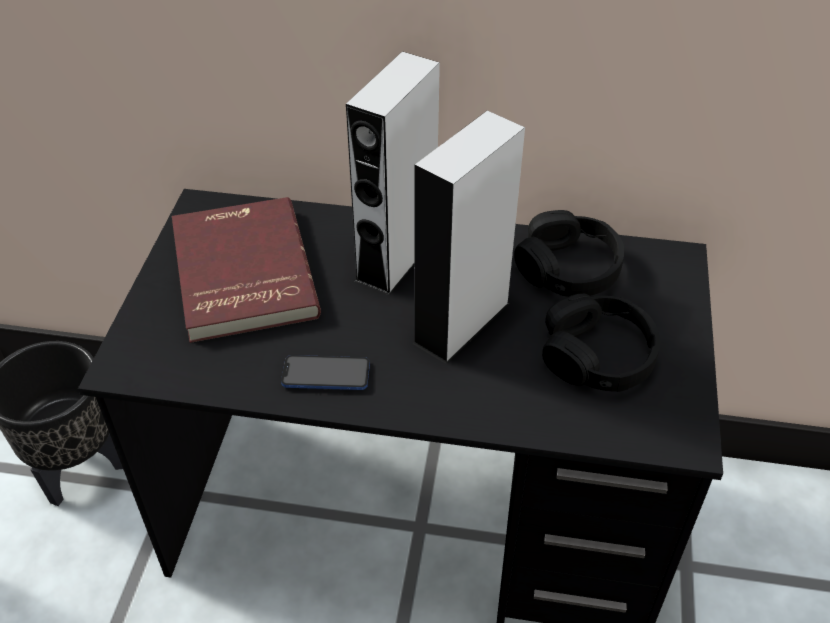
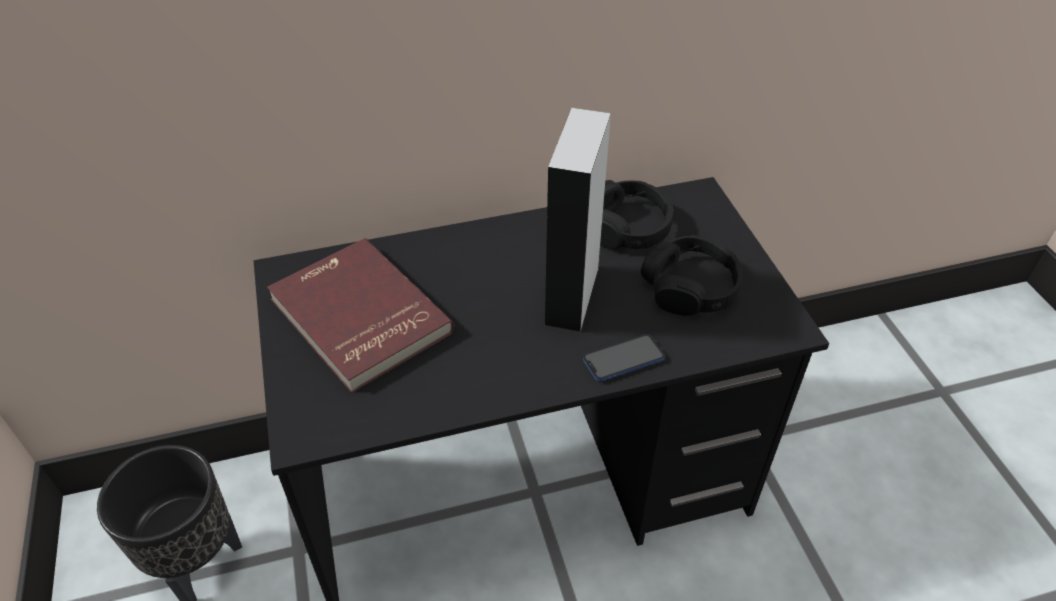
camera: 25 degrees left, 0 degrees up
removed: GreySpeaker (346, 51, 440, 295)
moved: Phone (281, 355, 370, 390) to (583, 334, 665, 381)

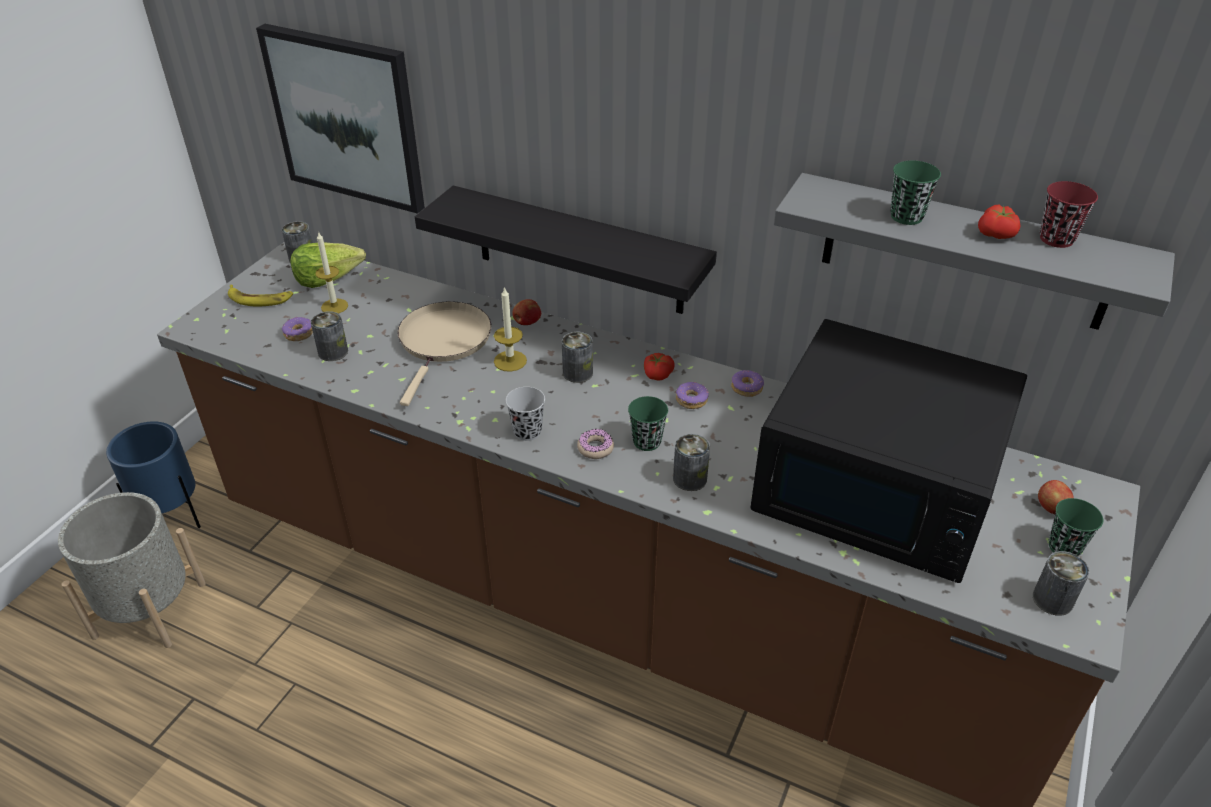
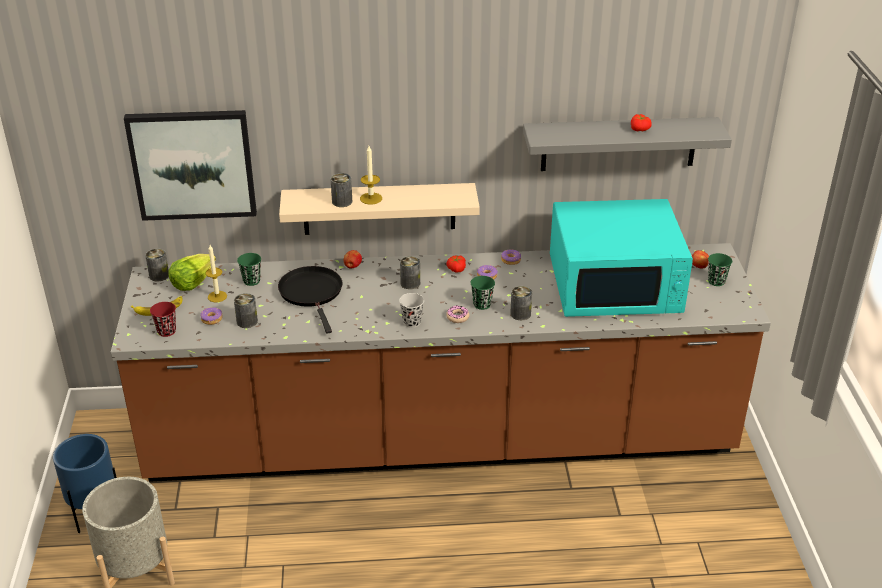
camera: 30 degrees left, 5 degrees down
moved: Candle (494, 287, 527, 372) to (360, 146, 382, 205); GreenCup (891, 160, 941, 225) to (237, 253, 261, 286); Can (1033, 551, 1090, 616) to (331, 173, 352, 207); RedCup (1040, 181, 1098, 248) to (150, 302, 176, 337)
recoloured: BeigeFryingPan (398, 301, 491, 406) to BlackFryingPan (278, 266, 342, 334); BlackShelf (415, 185, 717, 314) to BeigeShelf (279, 183, 480, 235); BlackMicrowave (750, 319, 1027, 583) to TurquoiseMicrowave (550, 199, 693, 317)

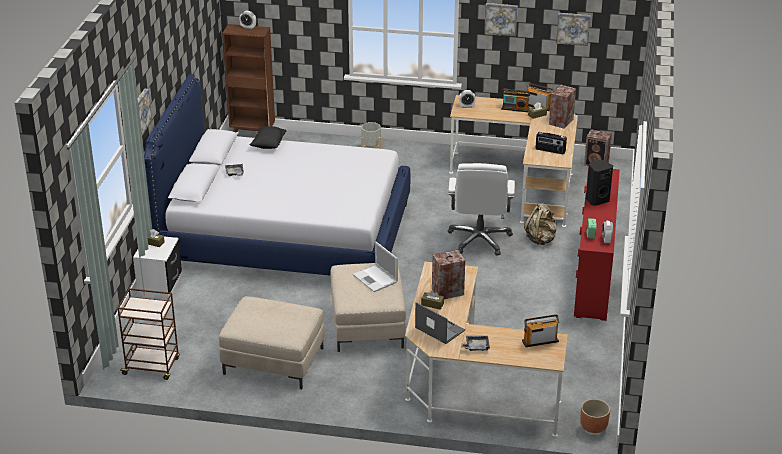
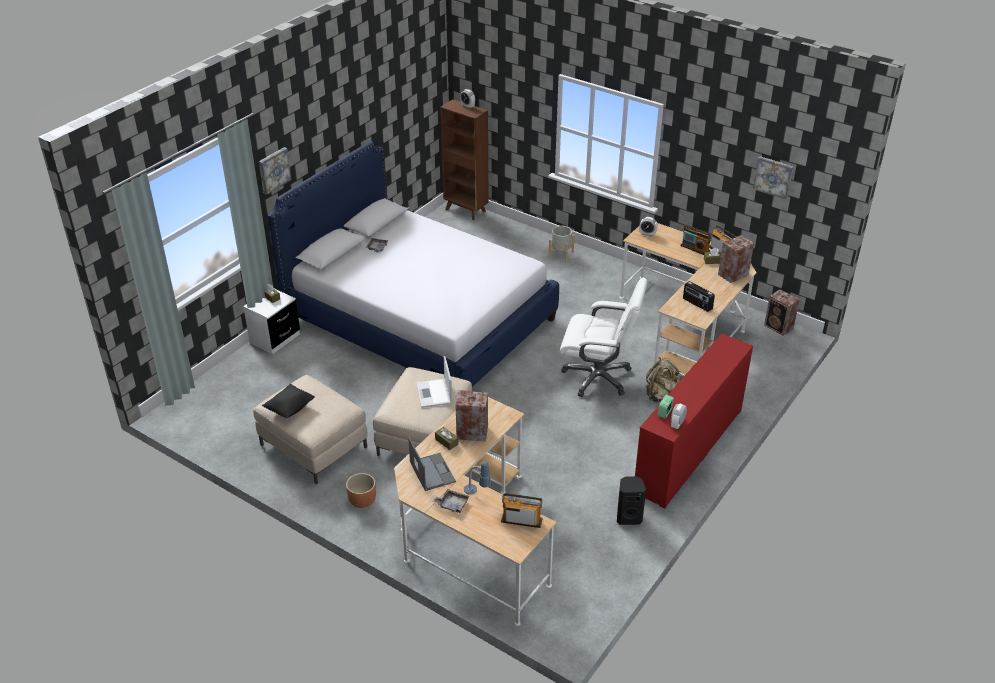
camera: 25 degrees right, 5 degrees up
removed: BrownCart (117, 288, 180, 380); Picture (484, 3, 518, 36)
added: TableLamp (464, 461, 491, 494)
moved: BlackPillow (250, 126, 287, 149) to (262, 384, 315, 418); BrownPlanter (580, 399, 610, 433) to (346, 473, 376, 508); BlackSpeaker (586, 160, 613, 206) to (617, 476, 646, 525)
turned: WhiteOfficeChair (448, 163, 515, 256) = (560, 278, 648, 397) 105 degrees counterclockwise

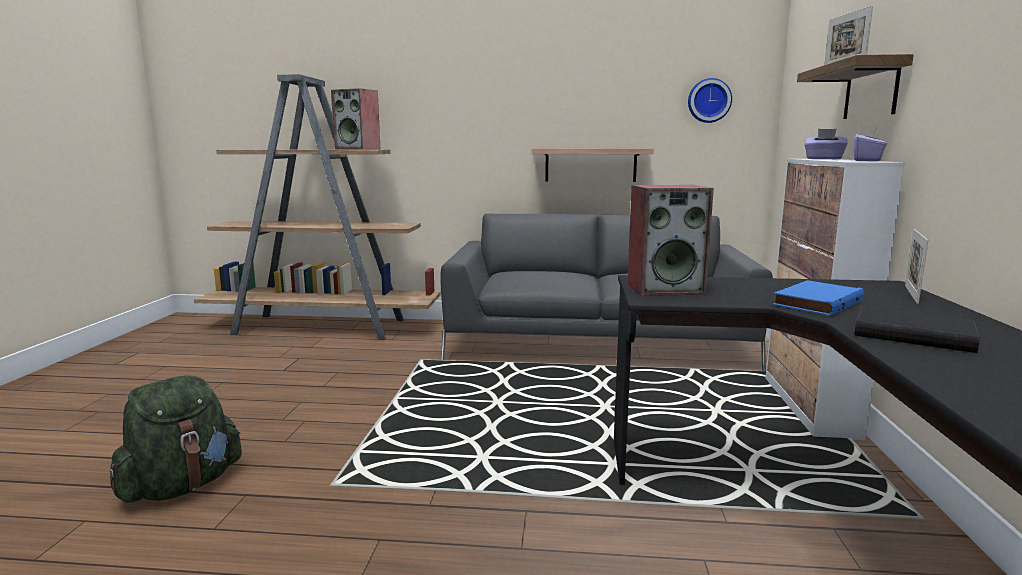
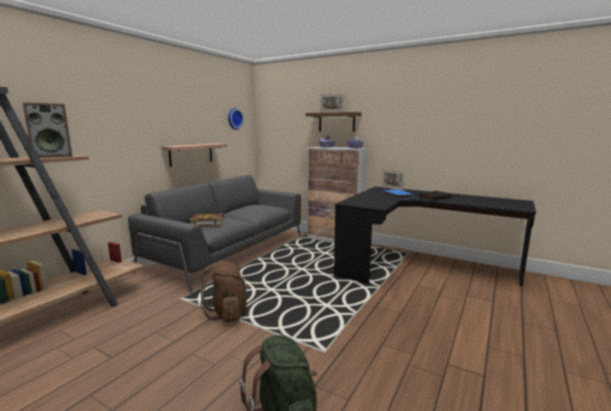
camera: 65 degrees left, 0 degrees up
removed: Speaker (627, 185, 714, 296)
added: Book (190, 213, 224, 226); BrownBackpack (200, 262, 251, 322)

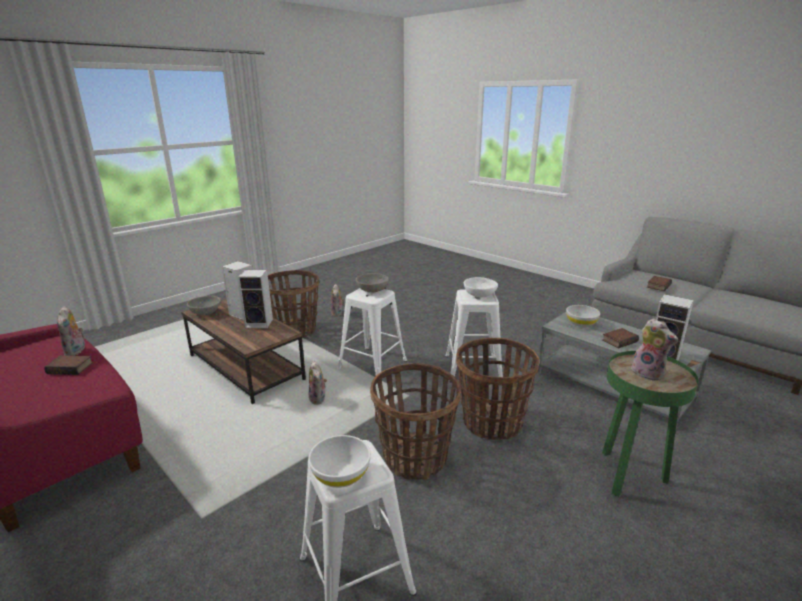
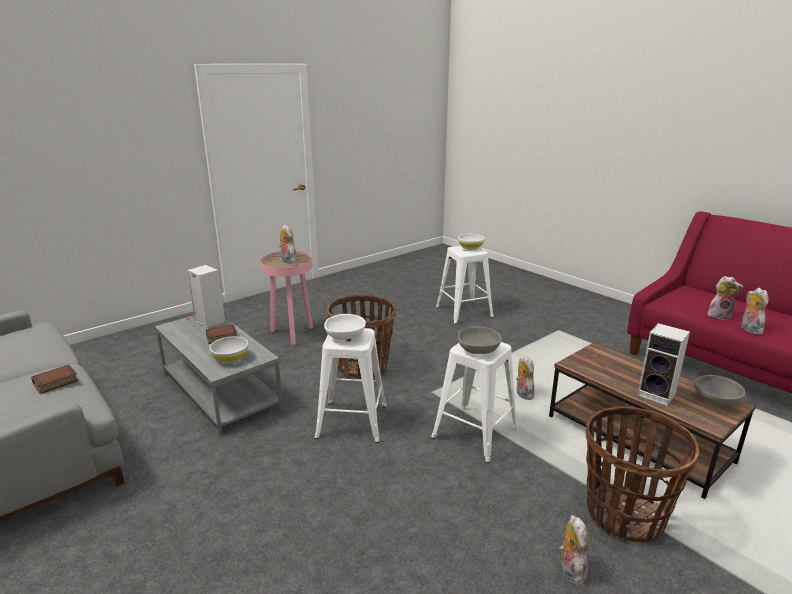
camera: 175 degrees left, 0 degrees up
removed: Speaker (238, 270, 273, 328); Basket (370, 363, 461, 480)
replaced: Book (44, 355, 93, 375) to PlushToy (708, 276, 744, 320)
recoloured: GreenSideTable (602, 351, 699, 497) to PinkSideTable (260, 251, 313, 345)

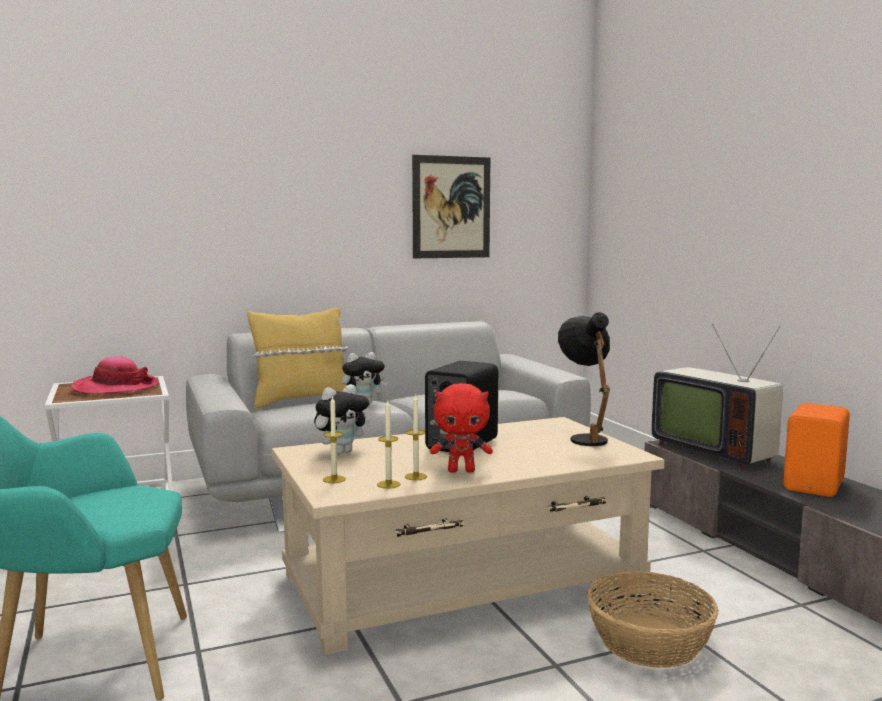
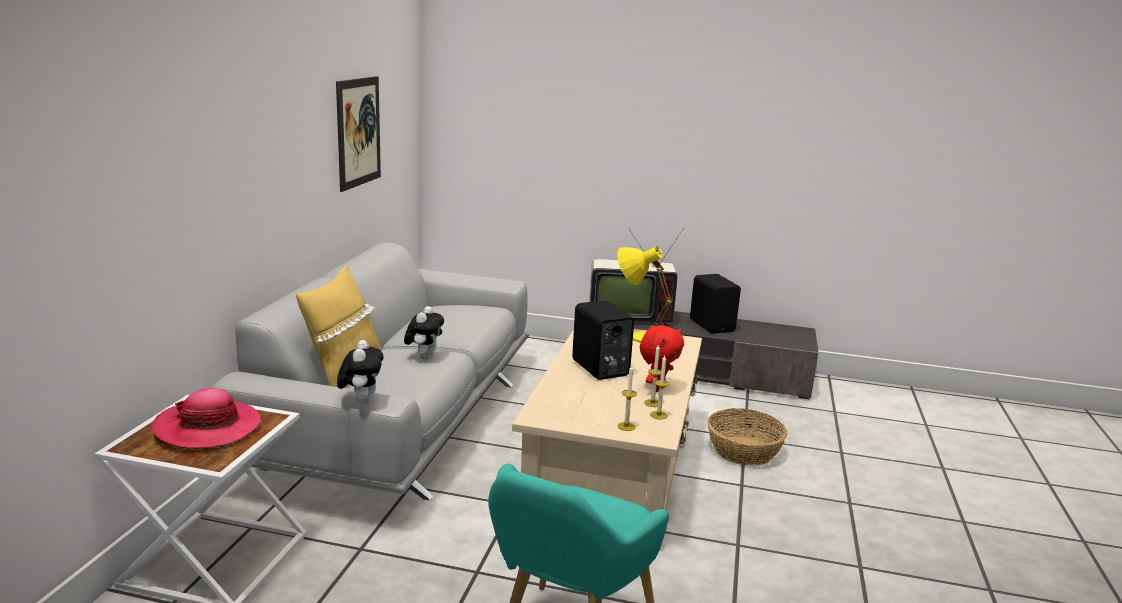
camera: 55 degrees left, 10 degrees up
moved: PlushToy (314, 384, 370, 454) to (337, 340, 384, 404)
recoloured: BlackTableLamp (558, 312, 610, 446) to YellowTableLamp (617, 246, 673, 343); OrangeSpeaker (783, 403, 850, 497) to BlackSpeaker (690, 274, 741, 334)

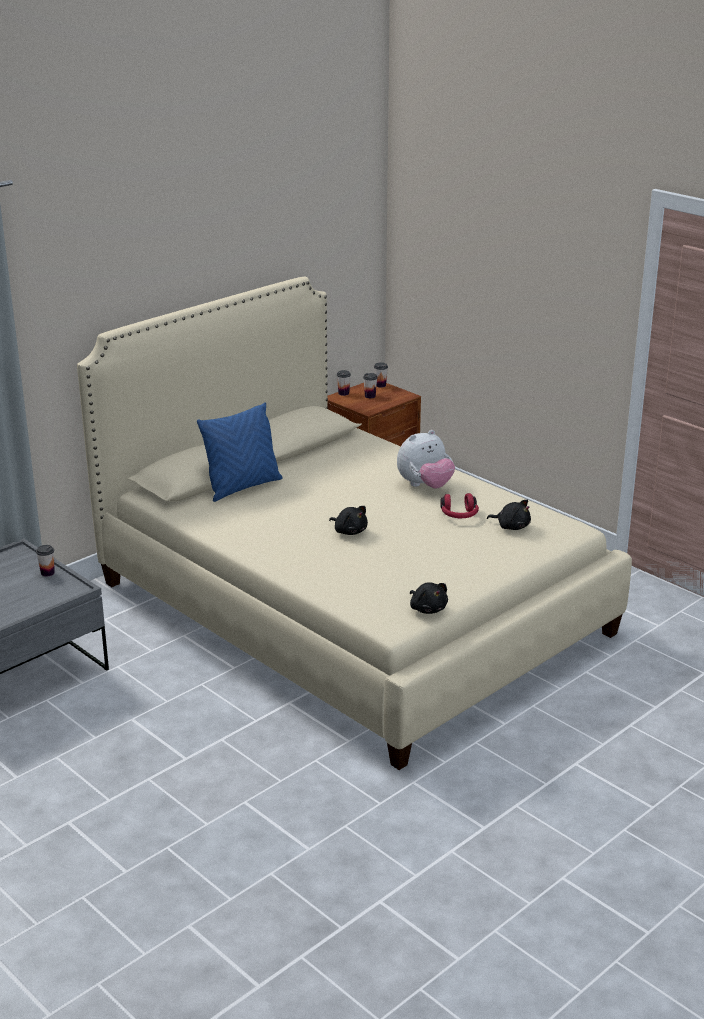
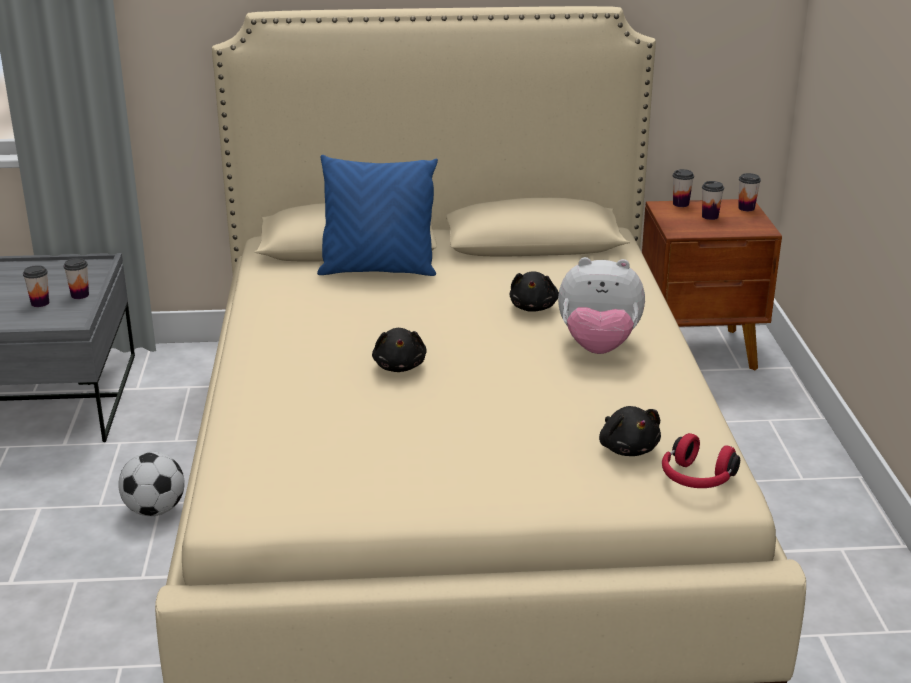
camera: 40 degrees right, 0 degrees up
added: Cup (23, 265, 49, 307); Football (118, 452, 185, 516)
moved: BlackPlushToy (410, 582, 448, 614) to (509, 271, 559, 312); RedHeadphones (440, 493, 479, 518) to (662, 433, 740, 488)

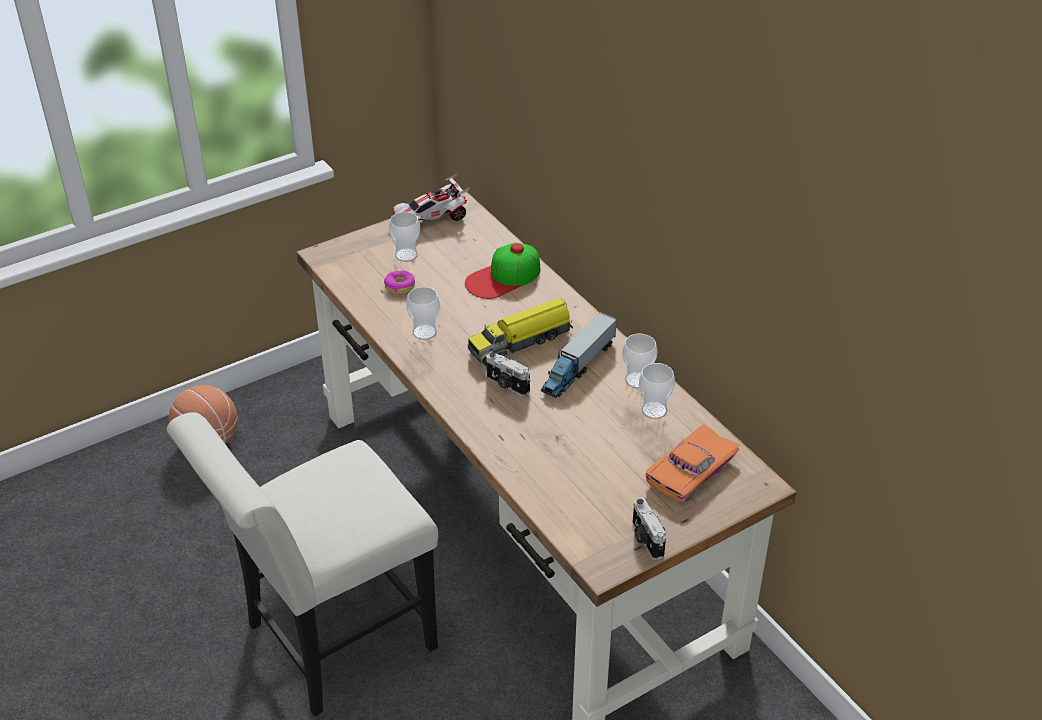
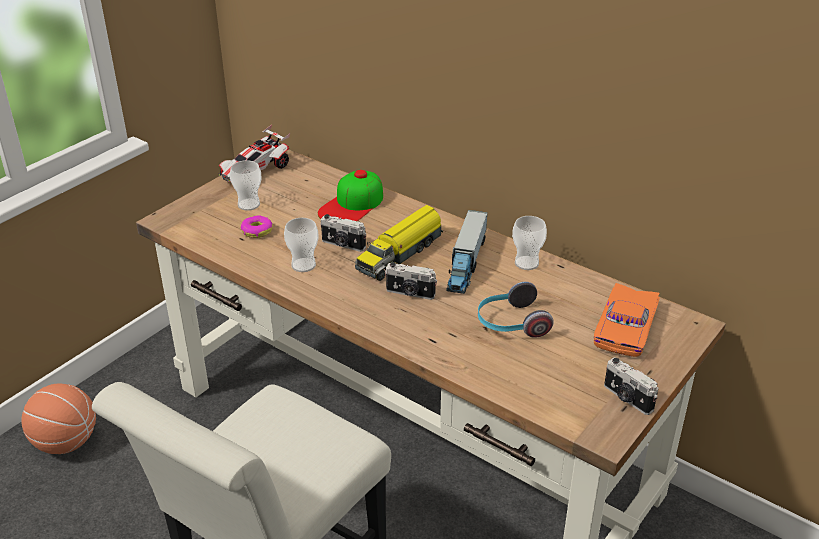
camera: 20 degrees left, 5 degrees down
removed: Cup (639, 363, 675, 419)
added: PhotoCamera (320, 214, 366, 252); Headphones (478, 282, 554, 338)

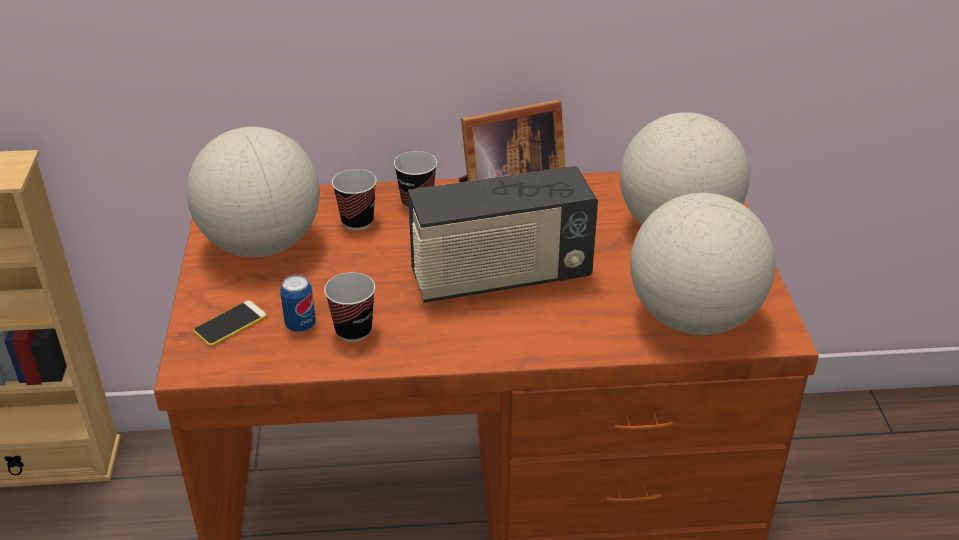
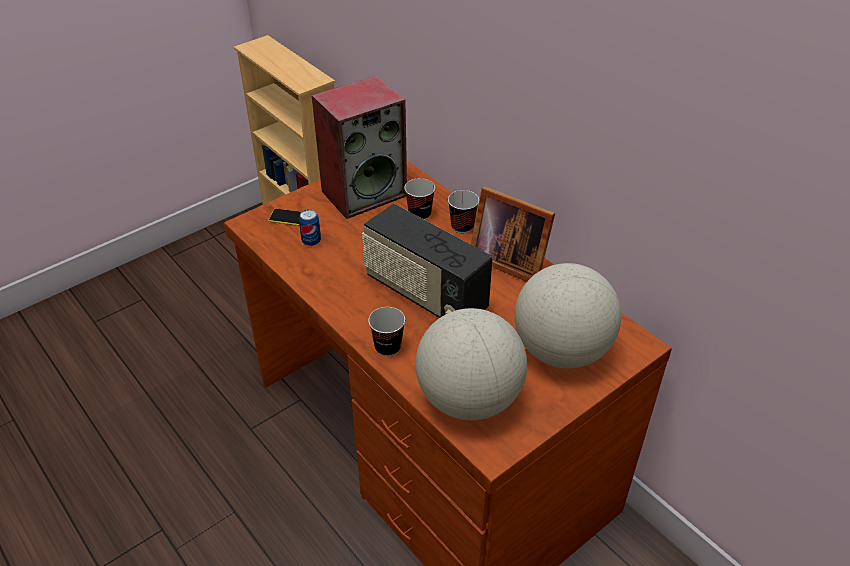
camera: 55 degrees right, 5 degrees up
moved: Cup (324, 272, 375, 342) to (368, 307, 405, 357)
replaced: Globe (187, 127, 320, 257) to Speaker (312, 75, 407, 219)

